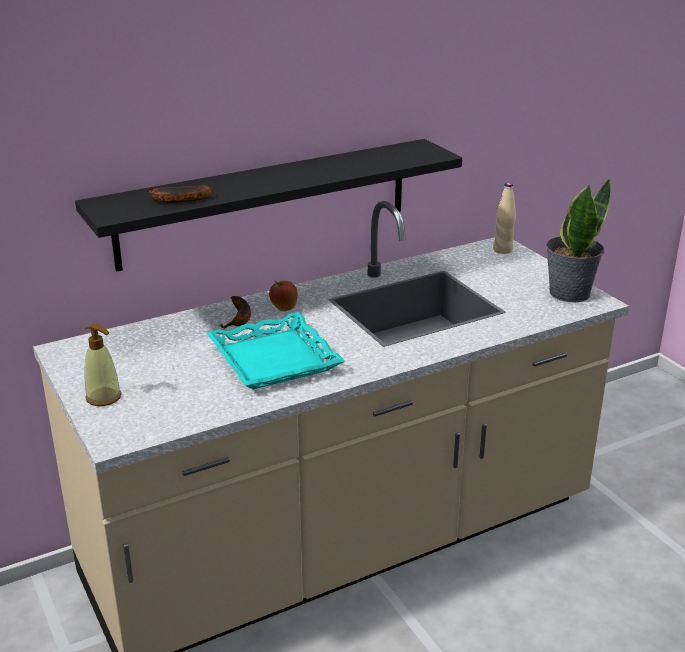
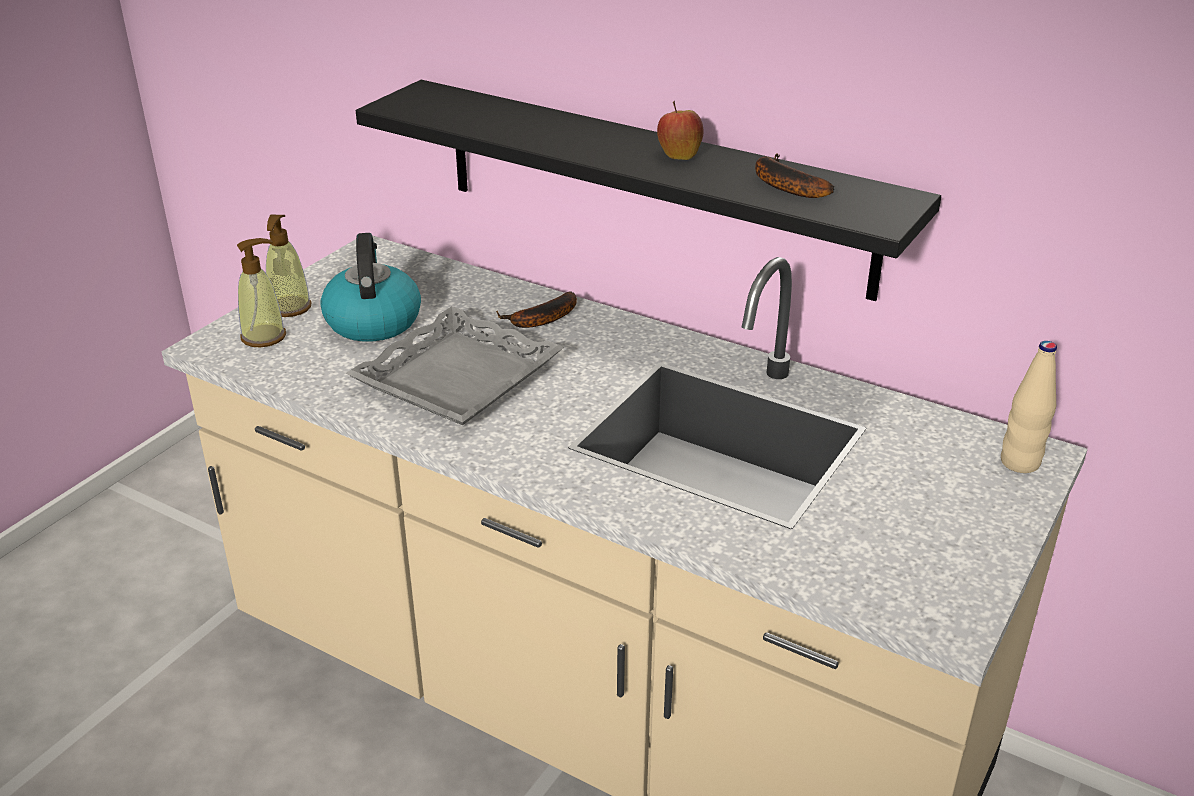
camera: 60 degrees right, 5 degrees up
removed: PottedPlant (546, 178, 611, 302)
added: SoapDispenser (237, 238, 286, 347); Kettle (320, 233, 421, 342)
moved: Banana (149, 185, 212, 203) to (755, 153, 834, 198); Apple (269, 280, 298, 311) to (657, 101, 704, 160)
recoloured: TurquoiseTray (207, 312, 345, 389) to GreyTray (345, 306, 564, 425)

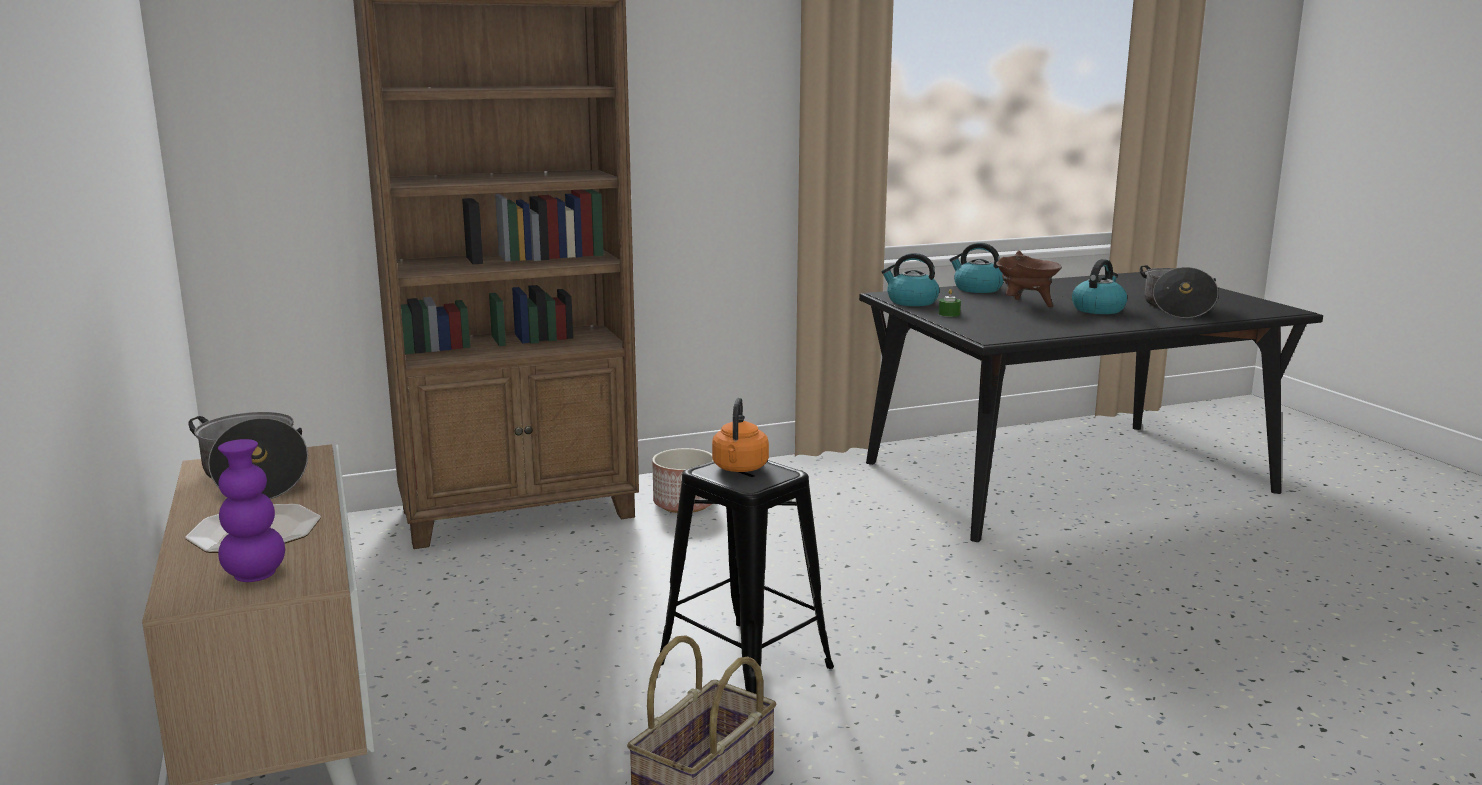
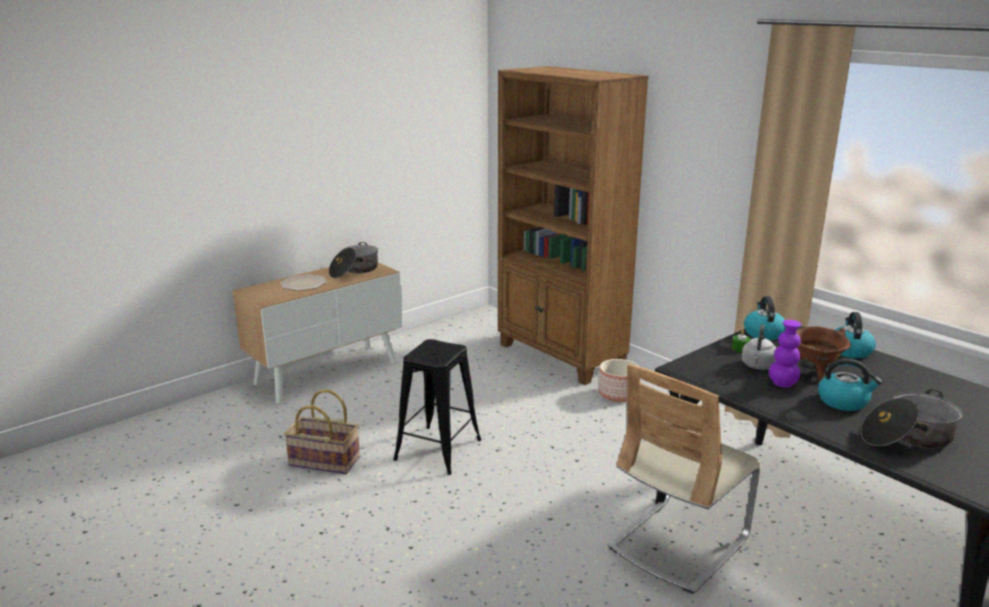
camera: 70 degrees right, 5 degrees up
removed: OrangeKettle (712, 398, 769, 472)
added: BeigeChair (608, 364, 761, 594); GreyKettle (742, 324, 777, 370)
moved: PurpleVase (218, 439, 285, 582) to (769, 320, 801, 387)

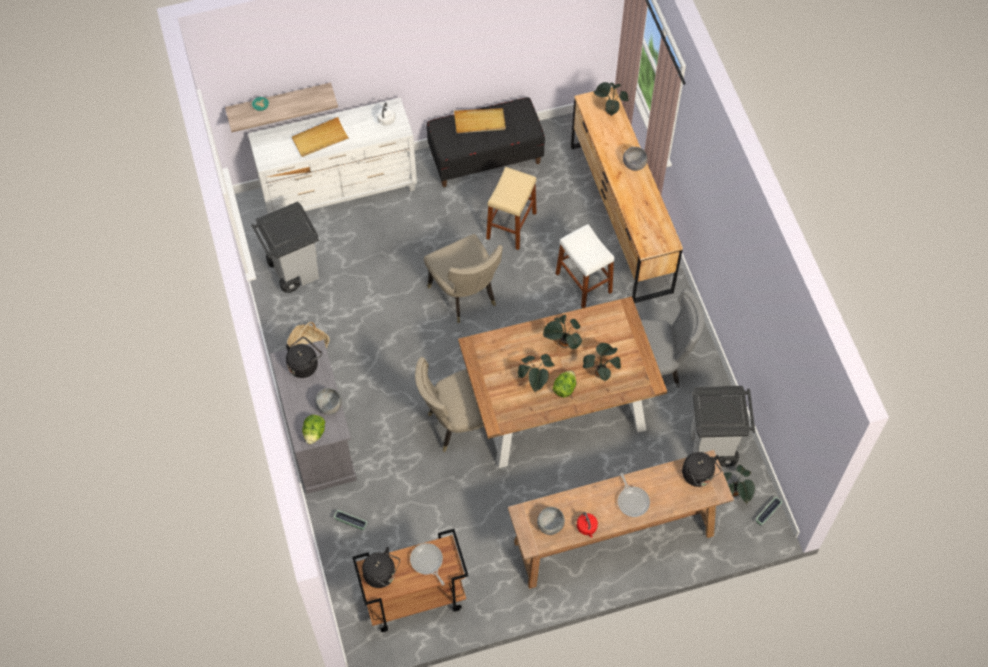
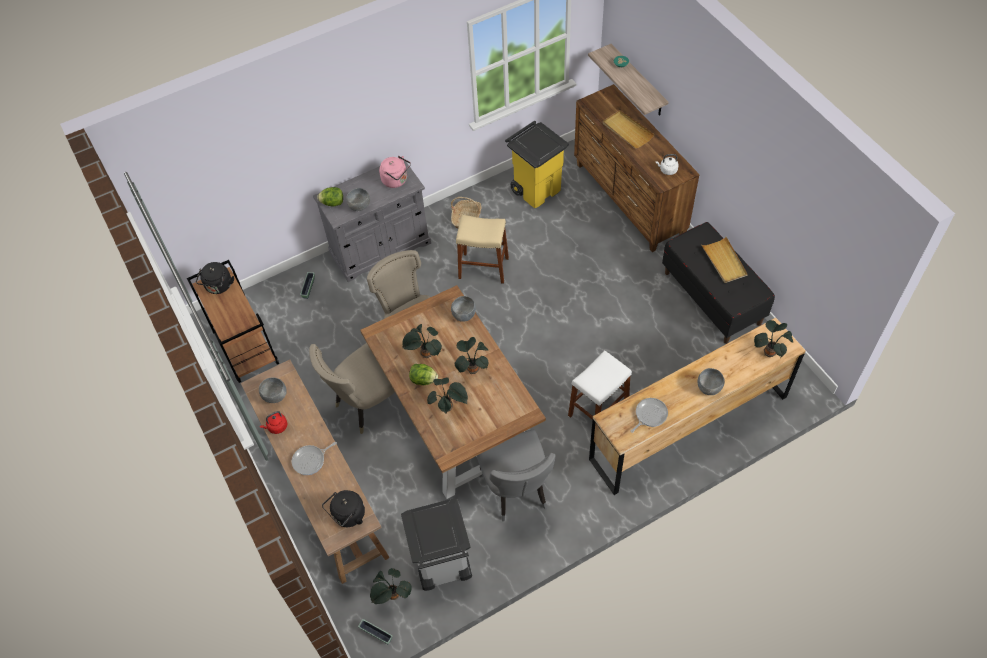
camera: 80 degrees right, 5 degrees down
added: GreyBowl (451, 296, 476, 322)
moved: FryingPan (410, 543, 445, 585) to (630, 398, 668, 433); BeigeChair (424, 234, 503, 323) to (309, 343, 404, 434); BeigeStool (486, 167, 537, 250) to (456, 215, 509, 284)
recoloured: WhiteDresser (248, 97, 417, 214) to BrownDresser (574, 84, 700, 252); GreyTrashCan (251, 201, 319, 293) to YellowTrashCan (505, 120, 569, 208); BlackKettle (286, 337, 322, 378) to PinkKettle (379, 156, 411, 188)

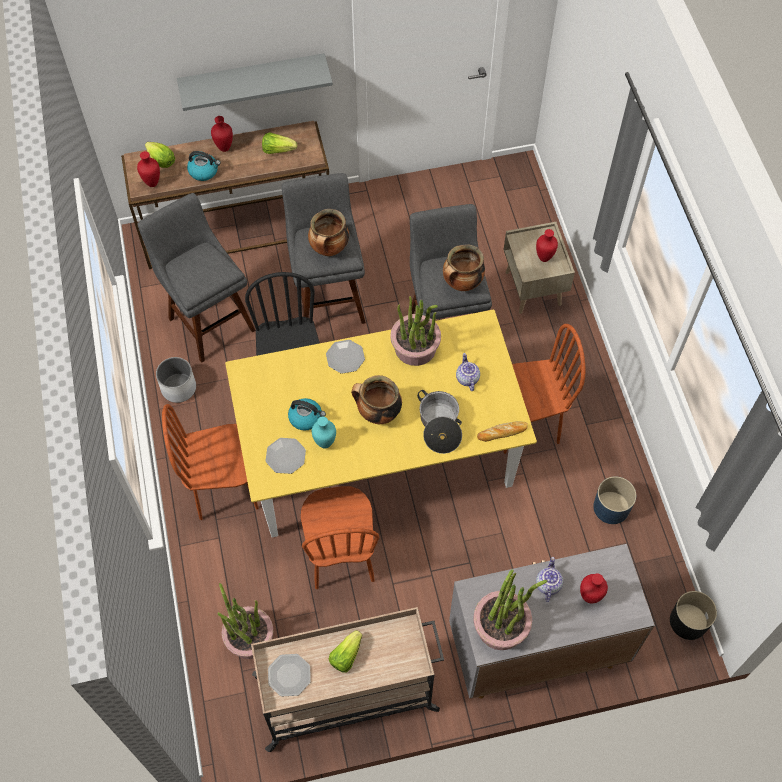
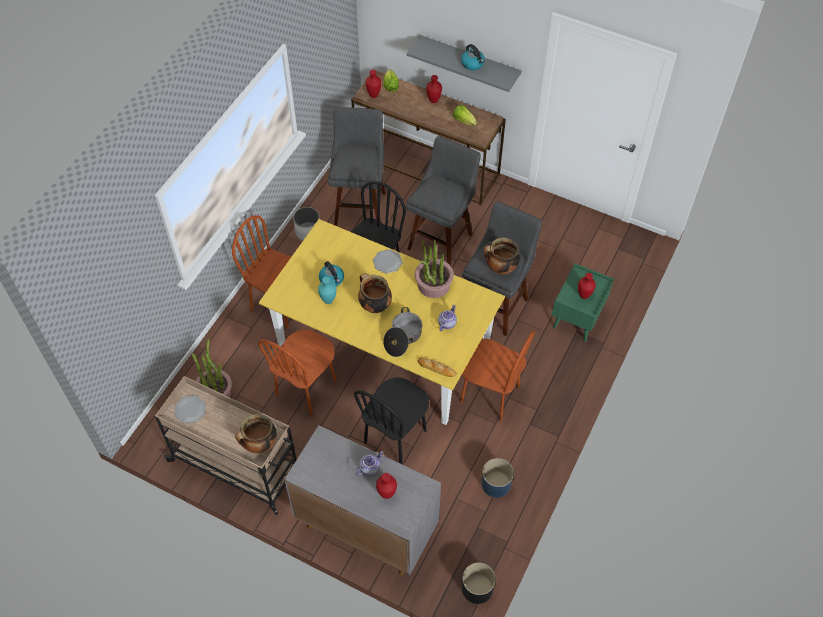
camera: 40 degrees right, 5 degrees down
removed: Plate (266, 438, 306, 474); Lettuce (329, 630, 362, 673); PottedPlant (474, 569, 548, 650)
added: BlackChair (354, 377, 429, 465)
moved: Kettle (187, 151, 221, 181) to (461, 44, 485, 70); CookingPot (308, 209, 349, 256) to (235, 414, 276, 453)
recoloured: BeigeNightstand (503, 222, 575, 314) to GreenNightstand (552, 263, 614, 342)

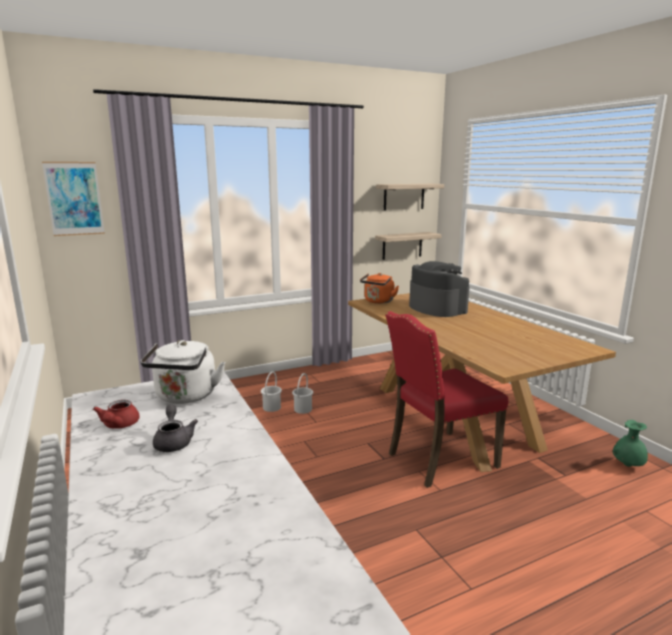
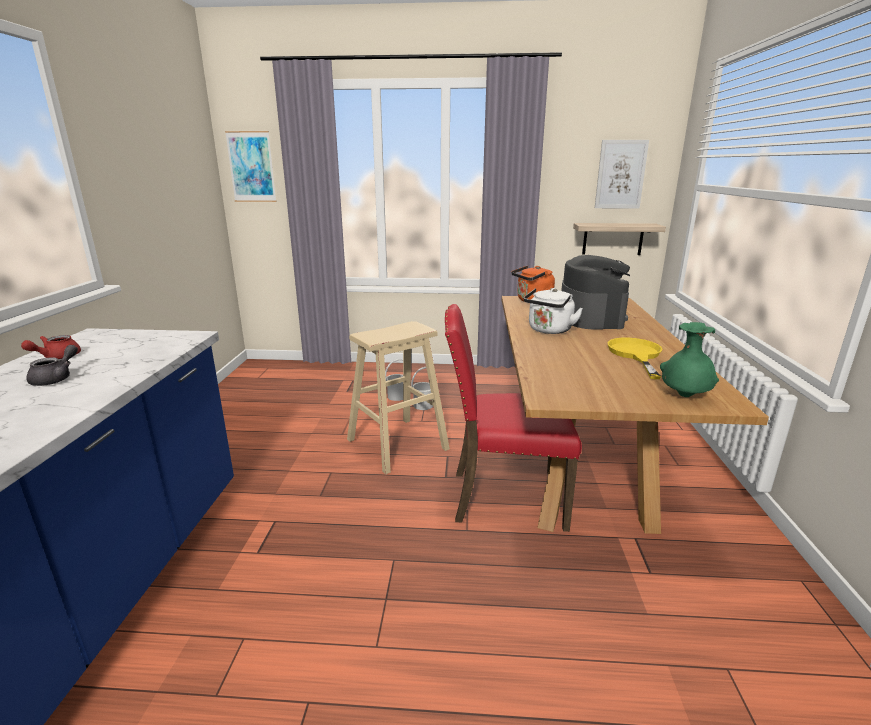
camera: 30 degrees right, 5 degrees up
added: BeigeStool (347, 321, 450, 474); YellowFryingPan (608, 338, 663, 379)
moved: WhiteKettle (140, 340, 225, 404) to (524, 288, 583, 334); GreenVase (613, 420, 648, 467) to (660, 322, 719, 397)
replaced: Shelf (376, 184, 444, 211) to Picture (595, 140, 649, 209)

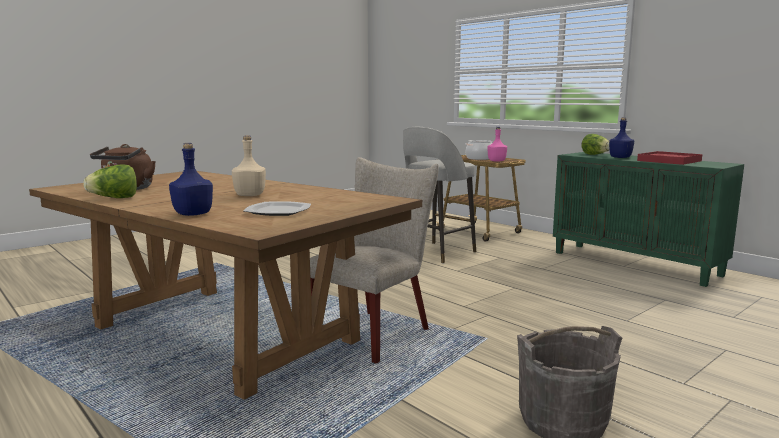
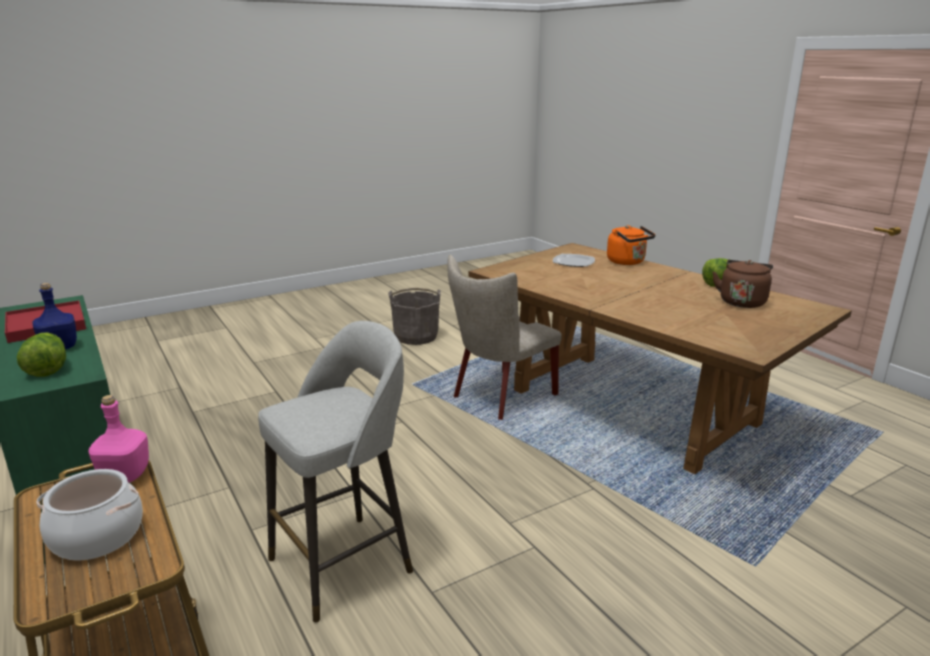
camera: 170 degrees left, 10 degrees up
removed: BeigeBottle (232, 135, 266, 196)
replaced: BlueBottle (169, 143, 213, 216) to OrangeKettle (607, 225, 656, 265)

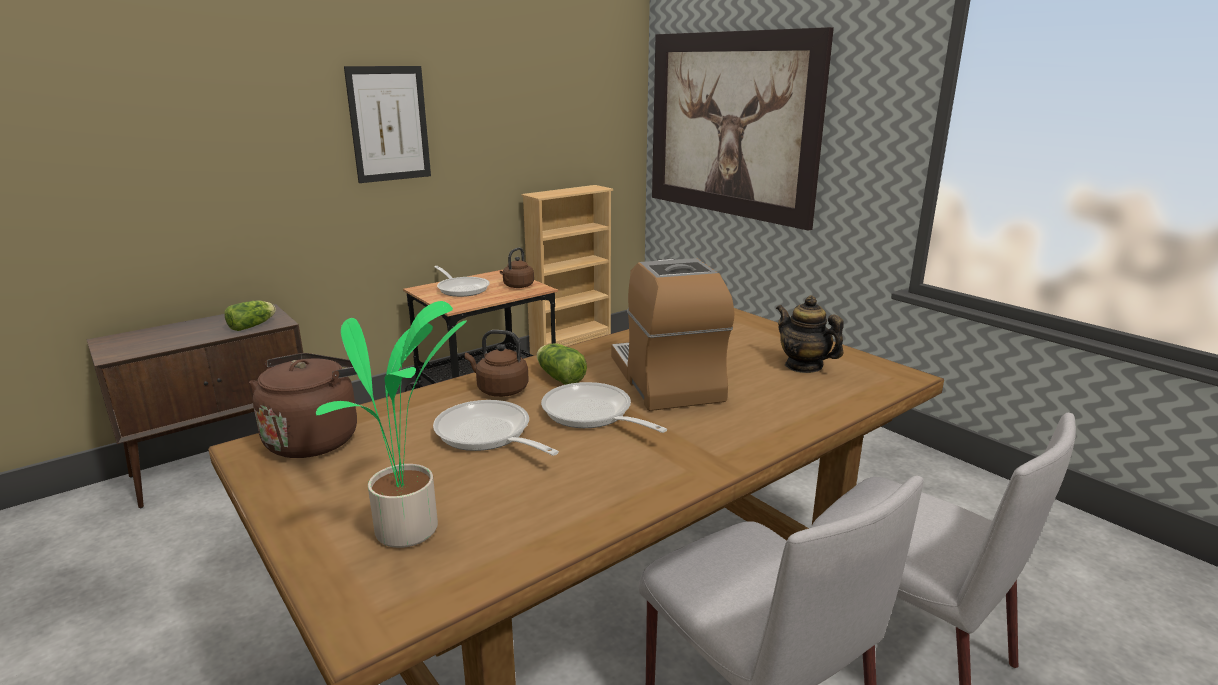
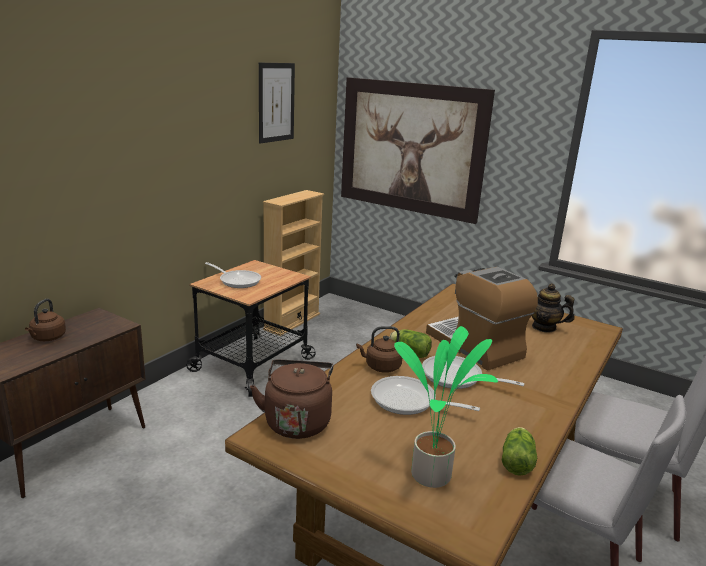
camera: 20 degrees left, 0 degrees up
moved: Lettuce (224, 300, 276, 331) to (502, 427, 537, 476); Picture (344, 66, 431, 183) to (259, 63, 295, 143); BrownKettle (500, 247, 534, 288) to (25, 299, 66, 341)

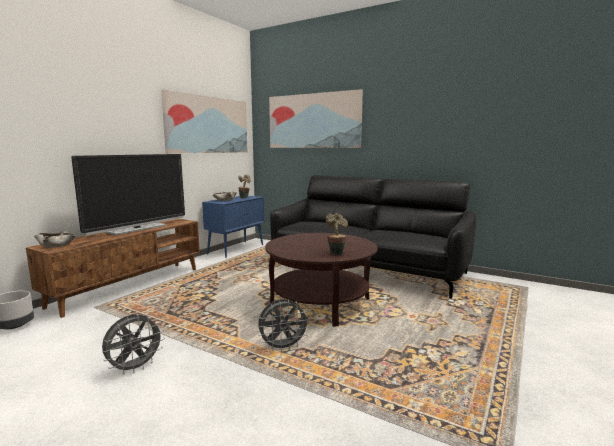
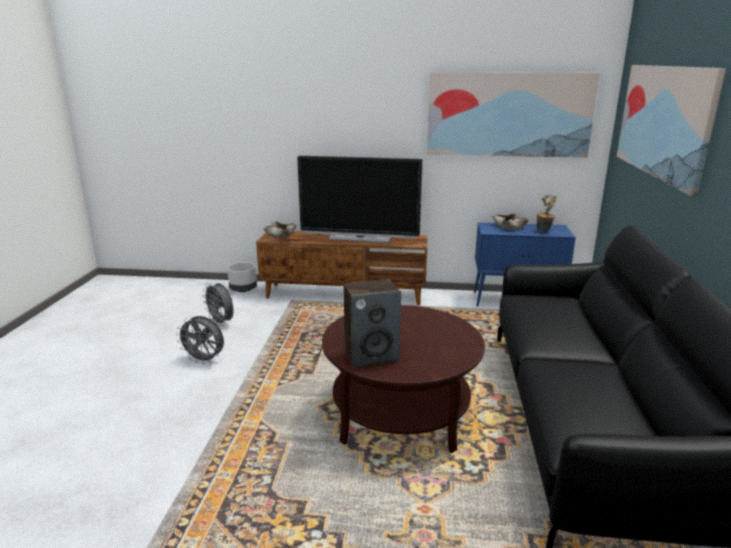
camera: 65 degrees right, 10 degrees up
moved: GreyFan (257, 299, 310, 352) to (202, 283, 234, 326)
replaced: PottedPlant (326, 213, 348, 255) to Speaker (344, 279, 401, 368)

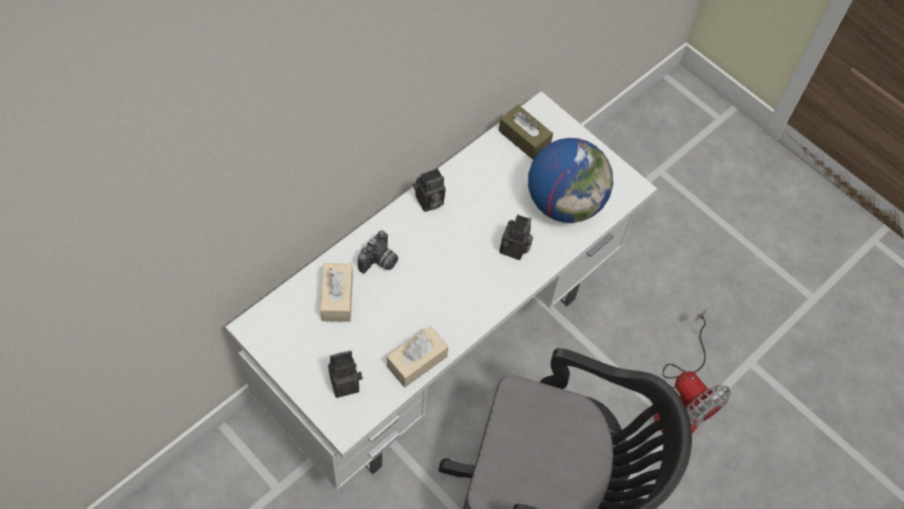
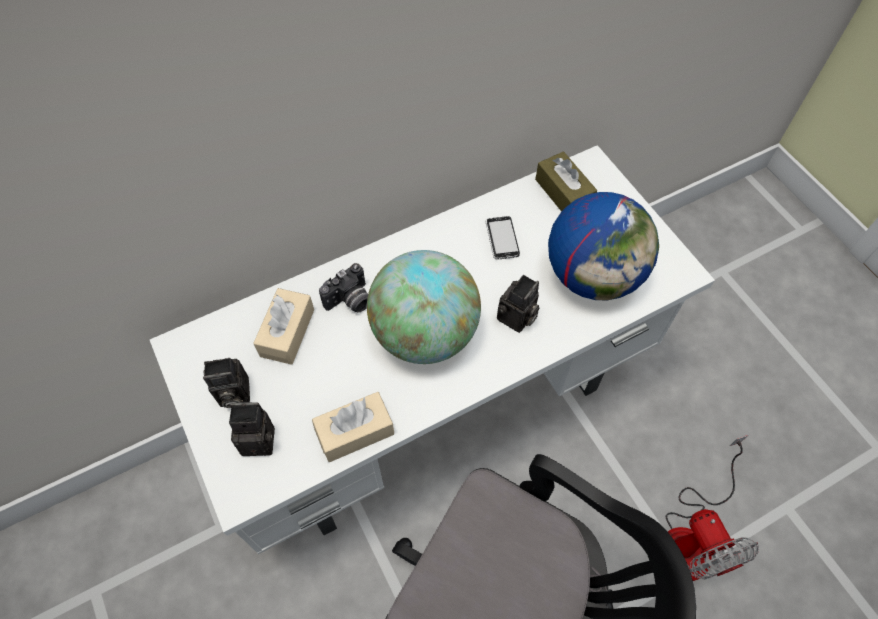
camera: 20 degrees right, 0 degrees up
added: Globe (367, 250, 481, 364); Phone (486, 216, 520, 259)
moved: PhotoCamera (413, 168, 446, 212) to (203, 358, 250, 408)

